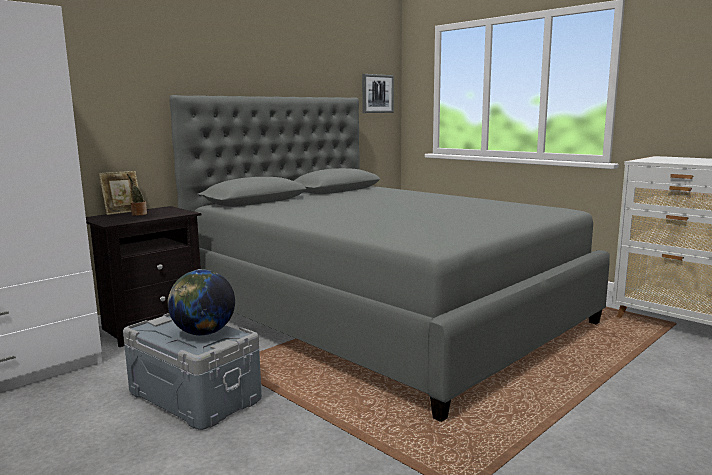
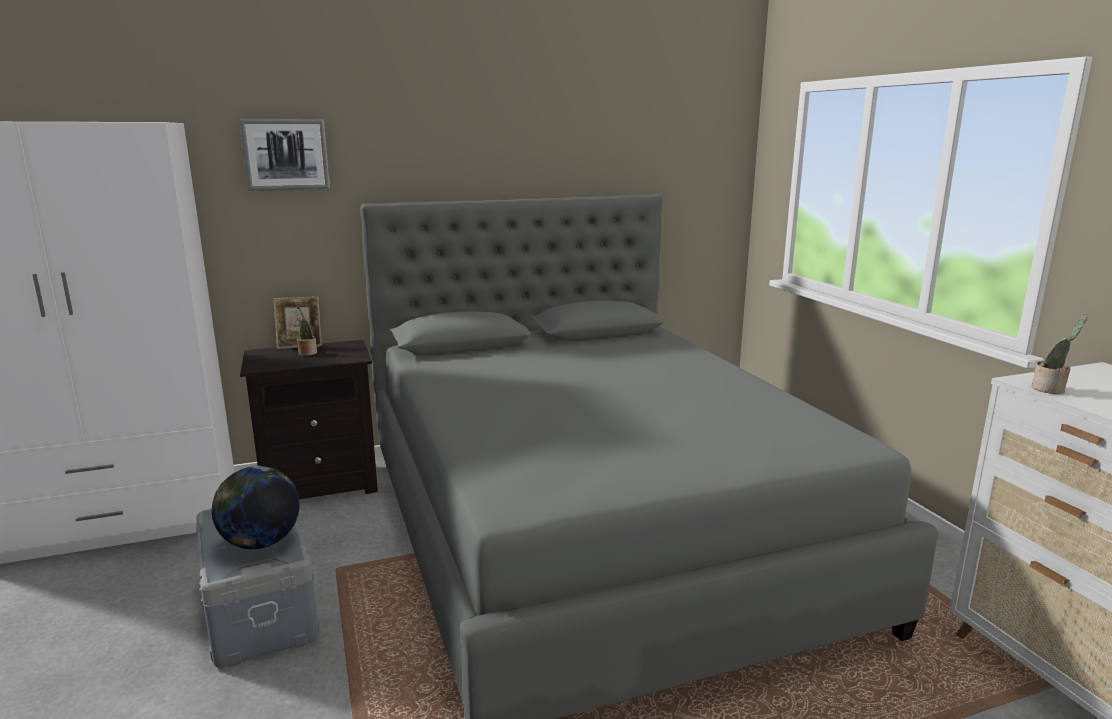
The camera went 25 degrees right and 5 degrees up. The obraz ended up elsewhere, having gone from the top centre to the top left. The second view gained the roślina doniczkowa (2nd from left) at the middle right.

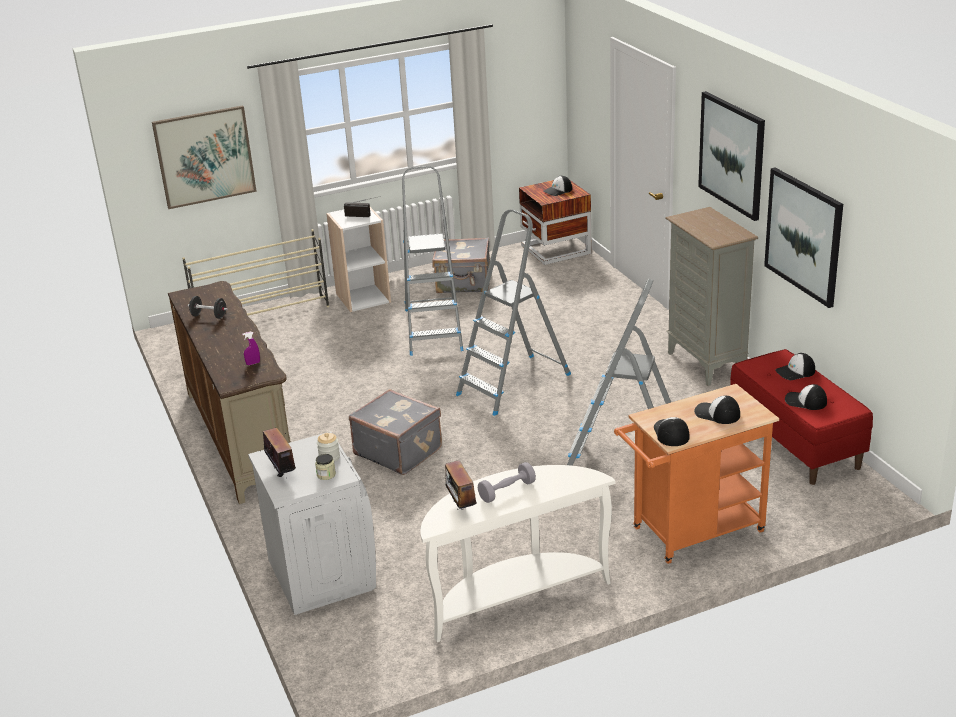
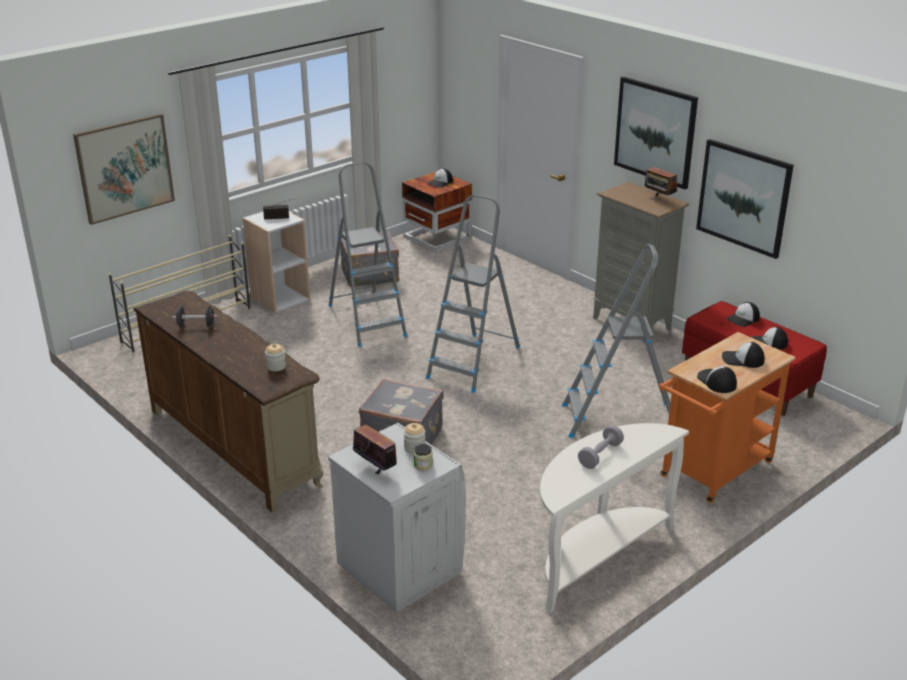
The camera went 20 degrees left and 0 degrees up. Where the spryskiwacz/fioletowy stood at the middle left, the słoik (1st from left) came to stand at the middle left. The radio (3rd from left) ended up elsewhere, having gone from the bottom centre to the top right.

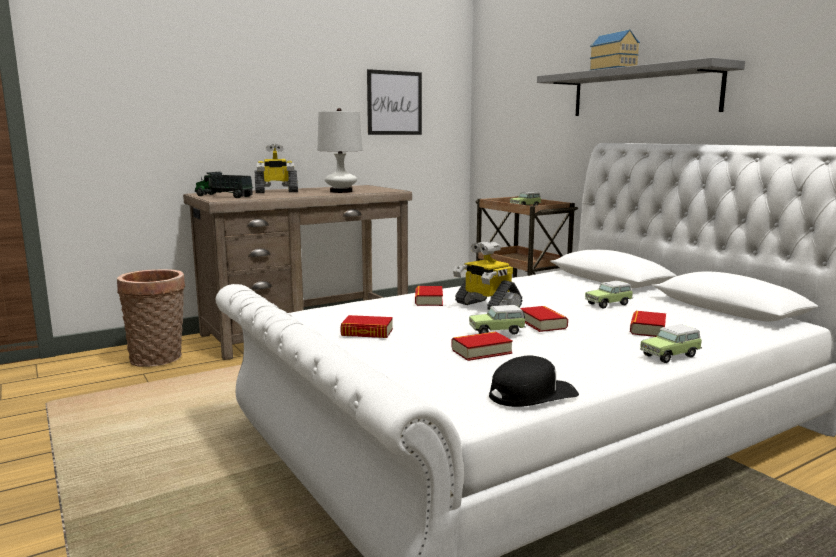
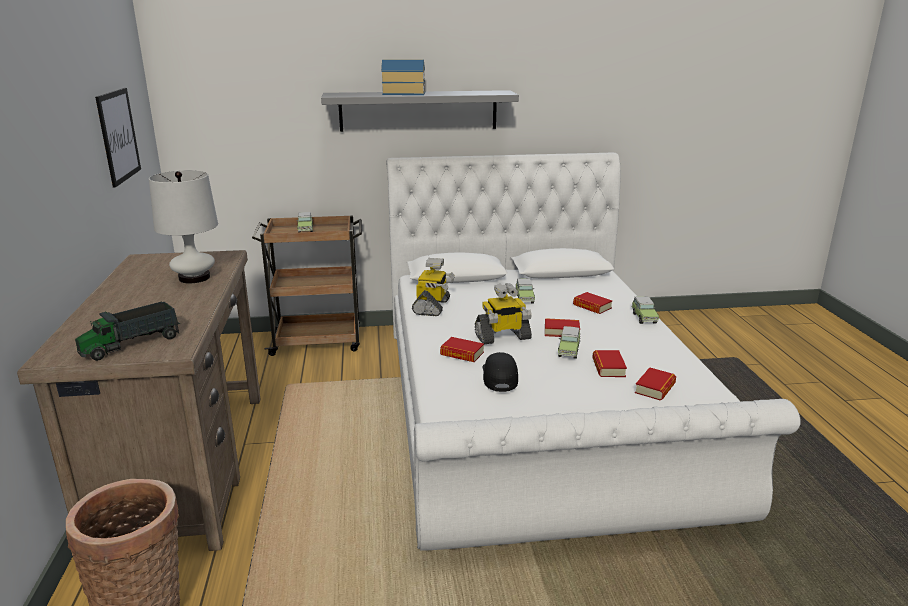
The camera went 65 degrees left and 10 degrees up. The robot zabawkowy (1st from left) ended up elsewhere, having gone from the top left to the centre. The czapka z daszkiem/czarny ended up elsewhere, having gone from the bottom centre to the centre. The książka (1st from left in the first image) ended up elsewhere, having gone from the centre to the middle right.

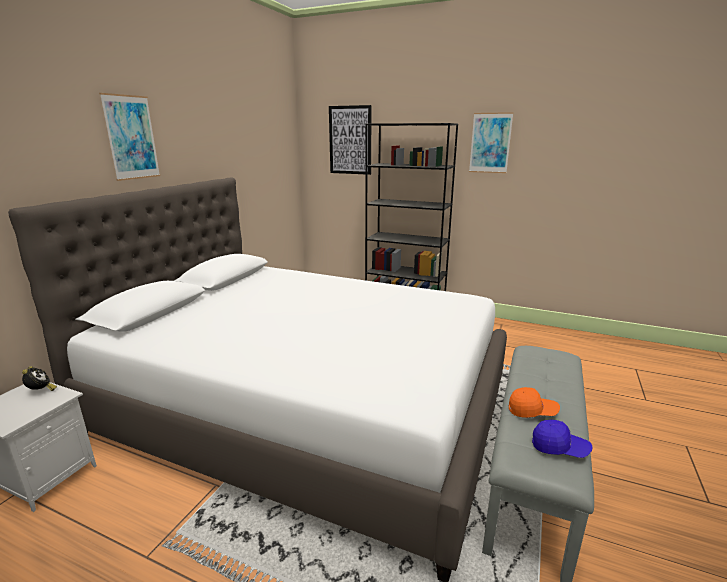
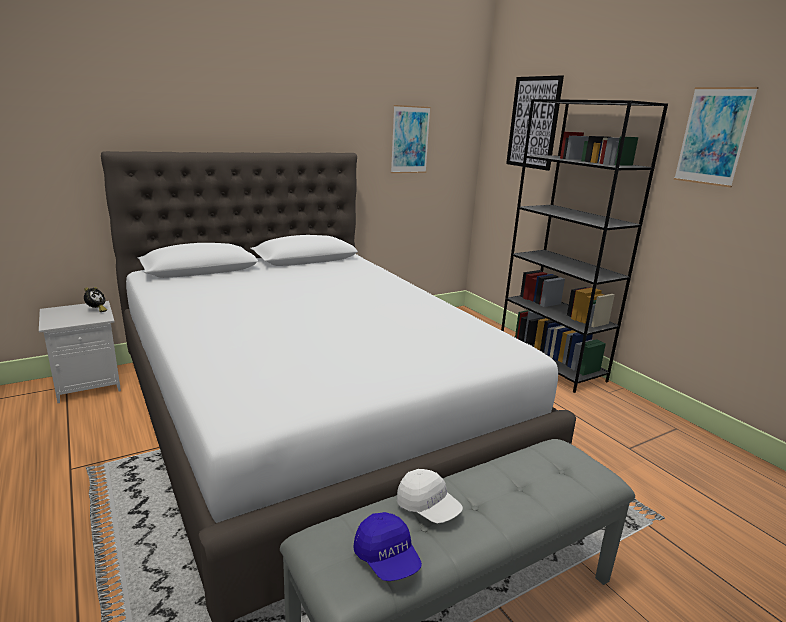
The camera went 35 degrees right and 0 degrees up. The obraz (1st from left) ended up elsewhere, having gone from the top left to the top centre. What was the czapka z daszkiem/pomarańczowy at the bottom right turned into the czapka z daszkiem/biały at the bottom centre.

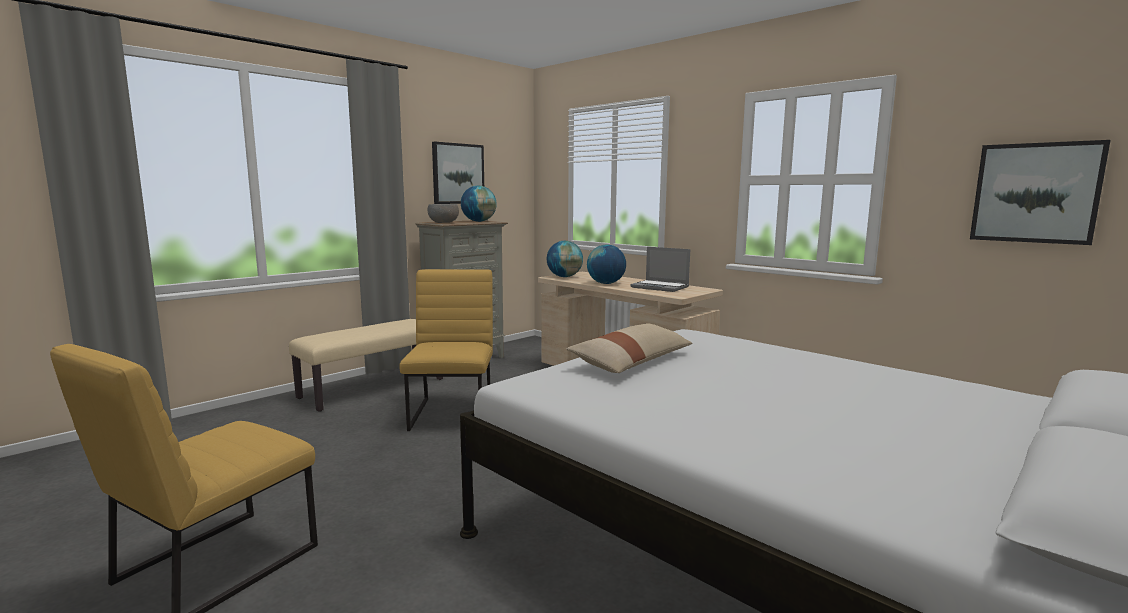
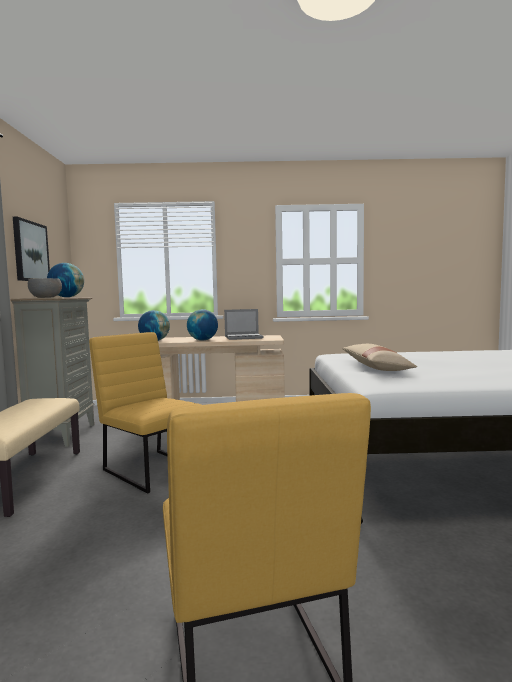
The camera went 45 degrees left and 5 degrees down. The second view lost the obraz (2nd from left) at the top right.

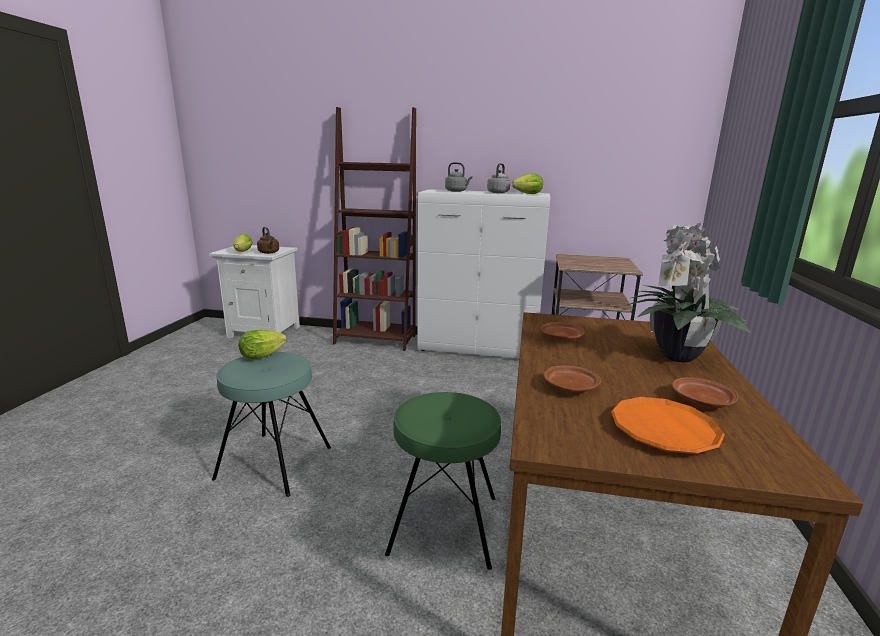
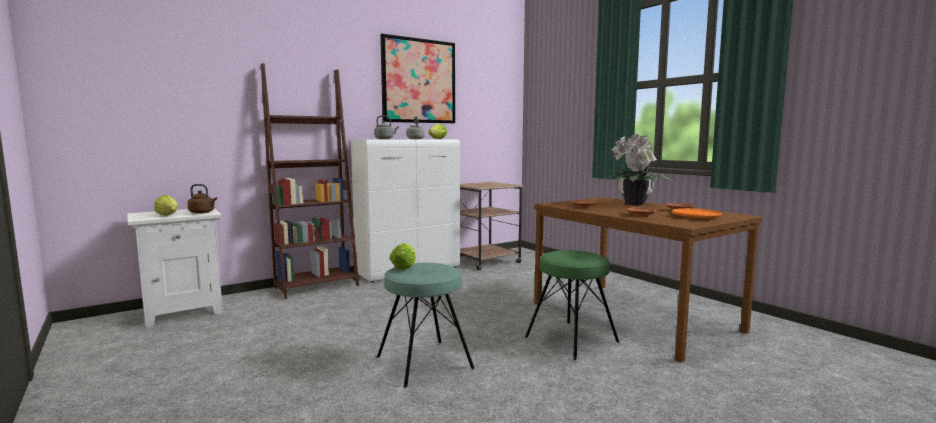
The camera went 45 degrees left and 10 degrees down. The second view gained the obraz at the top centre.

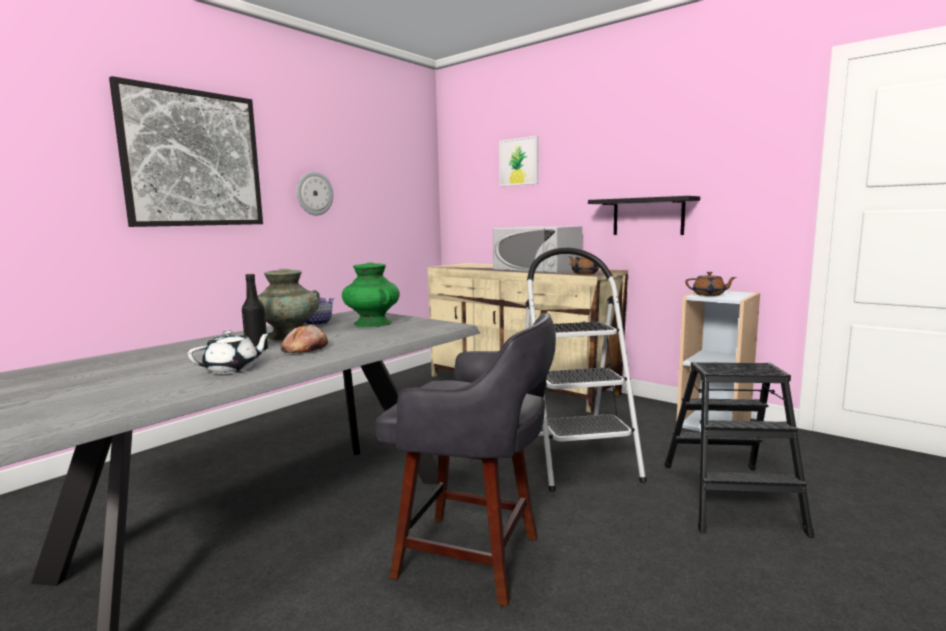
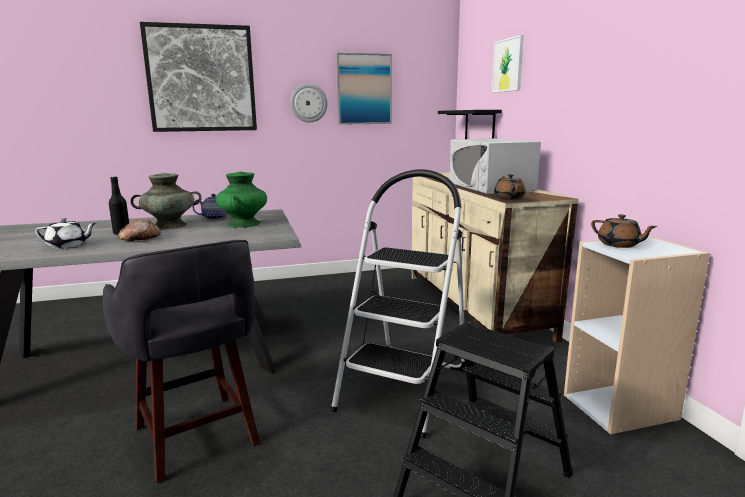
The camera went 35 degrees right and 5 degrees up. The second view gained the obraz (2nd from left) at the top centre. The półka/czarny ended up elsewhere, having gone from the middle right to the top centre.

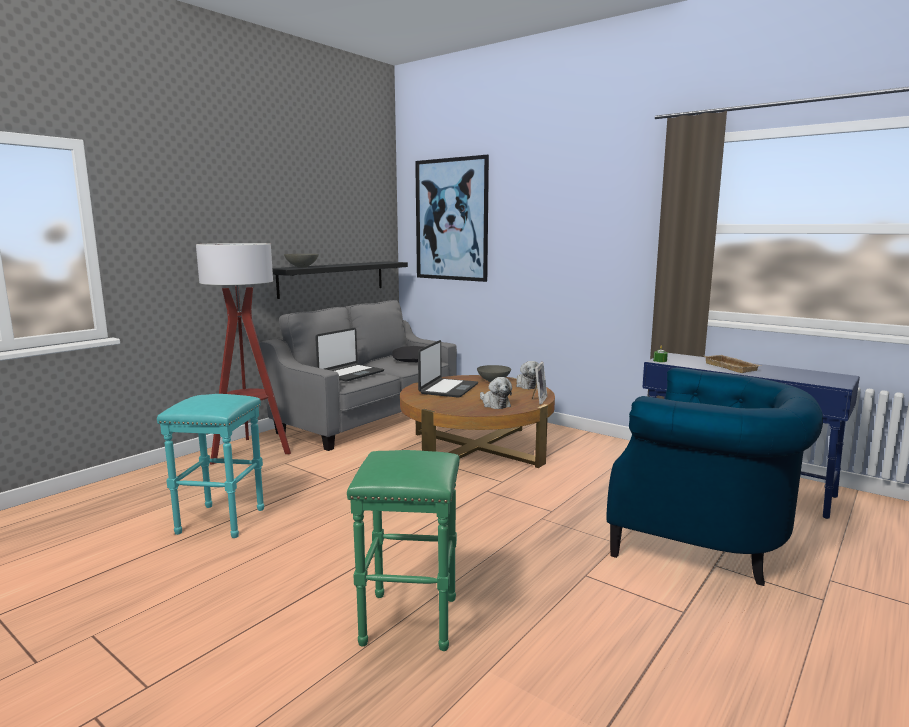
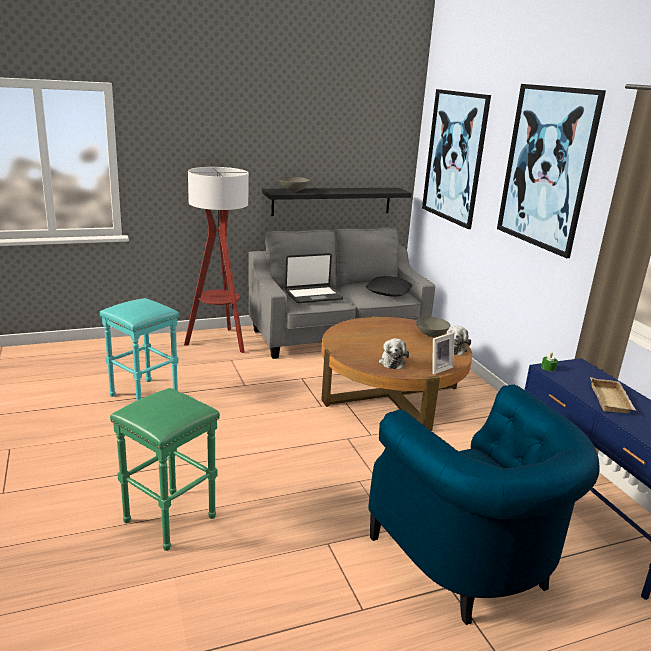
The camera went 30 degrees right and 10 degrees up. The second view gained the obraz (2nd from left) at the top right. The second view lost the laptop (2nd from left) at the centre.

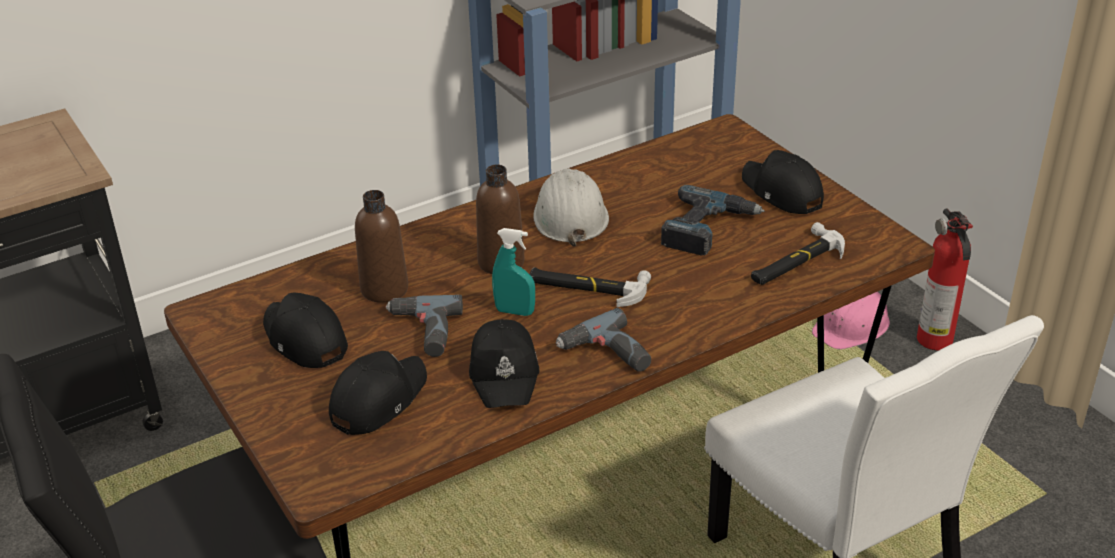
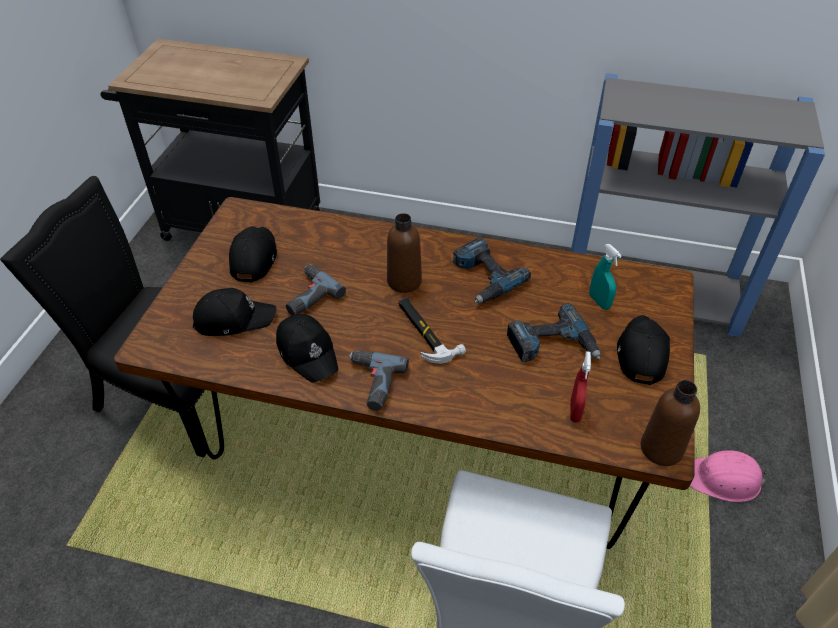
The camera went 45 degrees right and 10 degrees up. The czapka z daszkiem/czarny (3rd from left) at the centre ended up facing another way, 75 degrees counterclockwise from before. Where the kask/biały stood at the centre, the wiertarka (3rd from left) came to stand at the centre. Where the młotek (2nd from left) stood at the middle right, the spryskiwacz/czerwony came to stand at the middle right. The spryskiwacz/turkusowy ended up elsewhere, having gone from the centre to the middle right. The butelka/brązowy (1st from left in the first image) ended up elsewhere, having gone from the centre to the bottom right. The second view lost the gaśnica at the middle right.

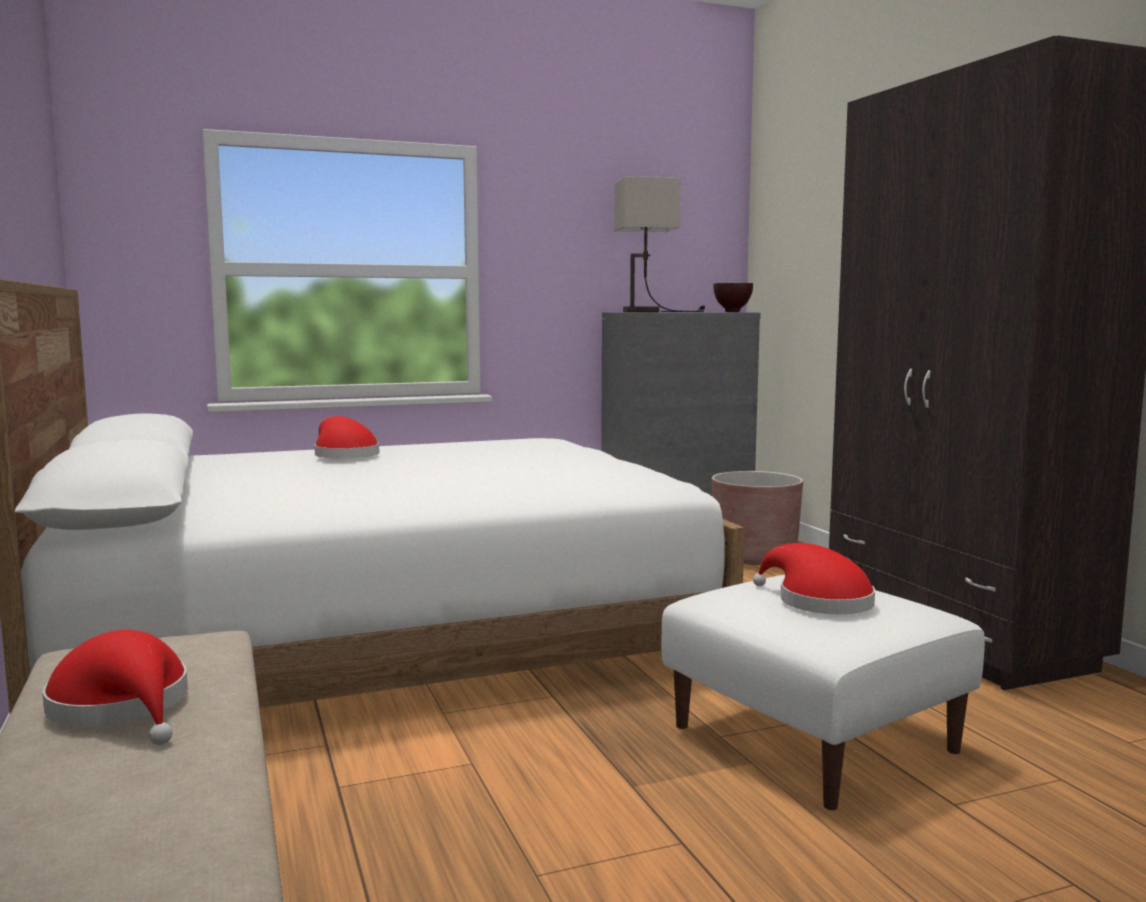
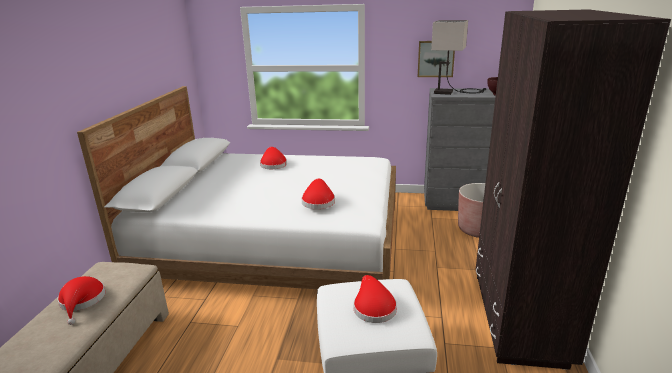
The camera went 30 degrees right and 15 degrees up. The second view gained the kapelusz/czerwony (3rd from left) at the centre. The second view gained the obraz at the top centre.

